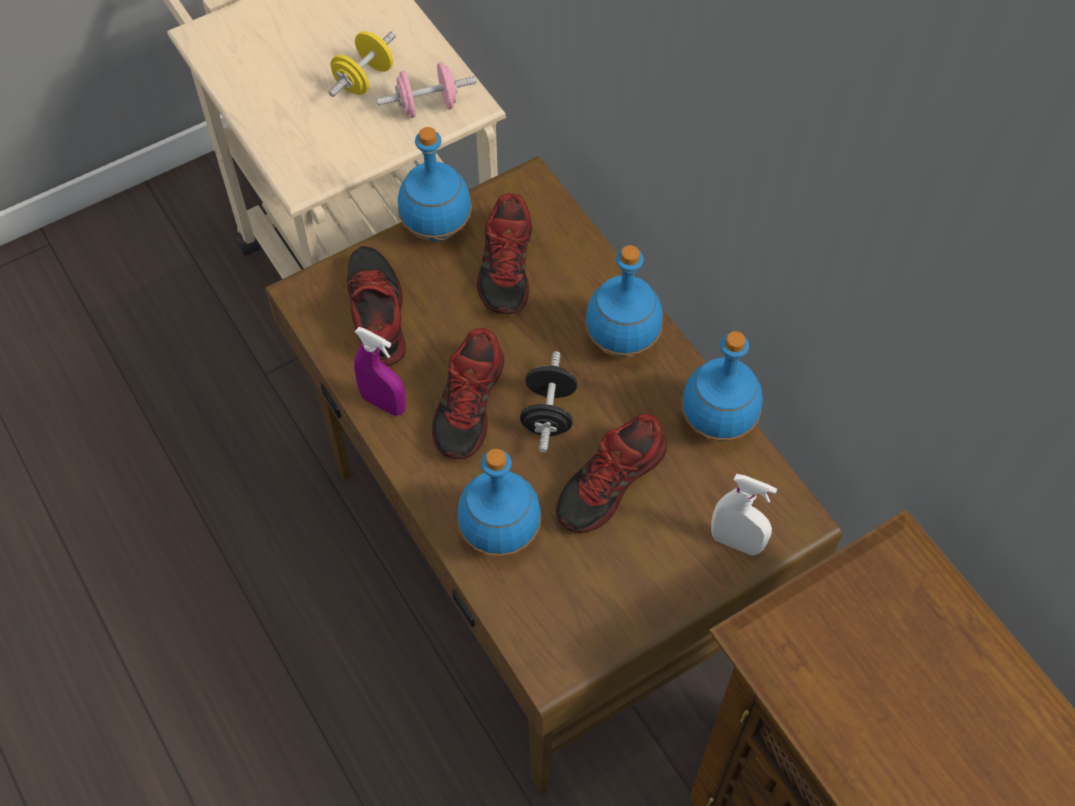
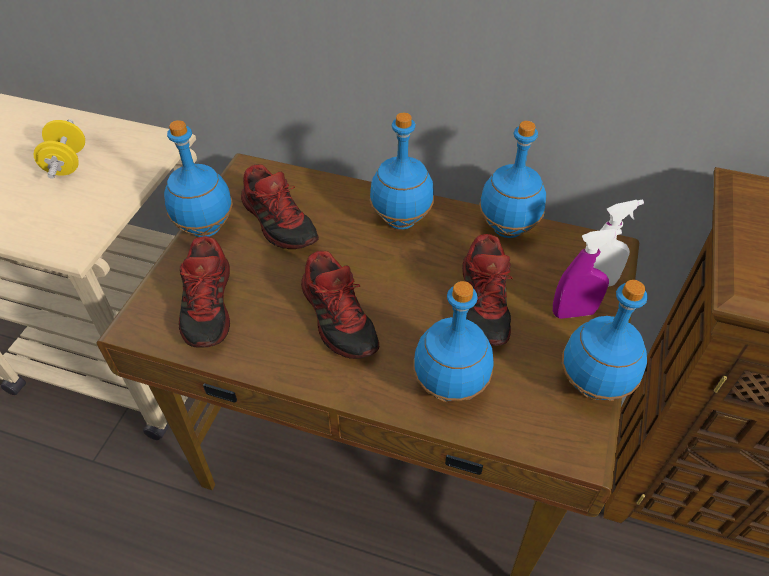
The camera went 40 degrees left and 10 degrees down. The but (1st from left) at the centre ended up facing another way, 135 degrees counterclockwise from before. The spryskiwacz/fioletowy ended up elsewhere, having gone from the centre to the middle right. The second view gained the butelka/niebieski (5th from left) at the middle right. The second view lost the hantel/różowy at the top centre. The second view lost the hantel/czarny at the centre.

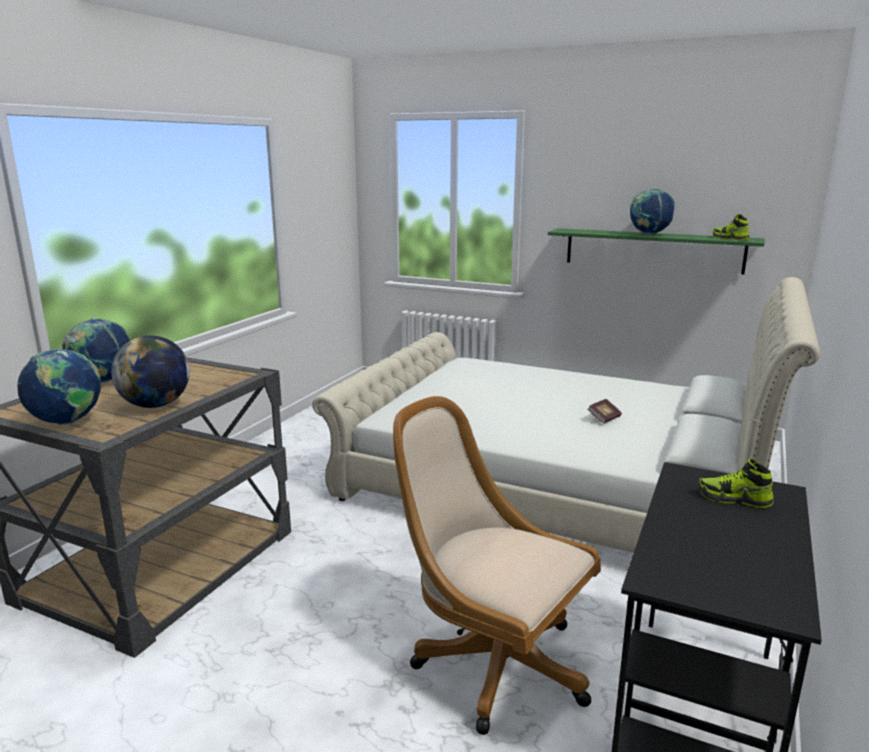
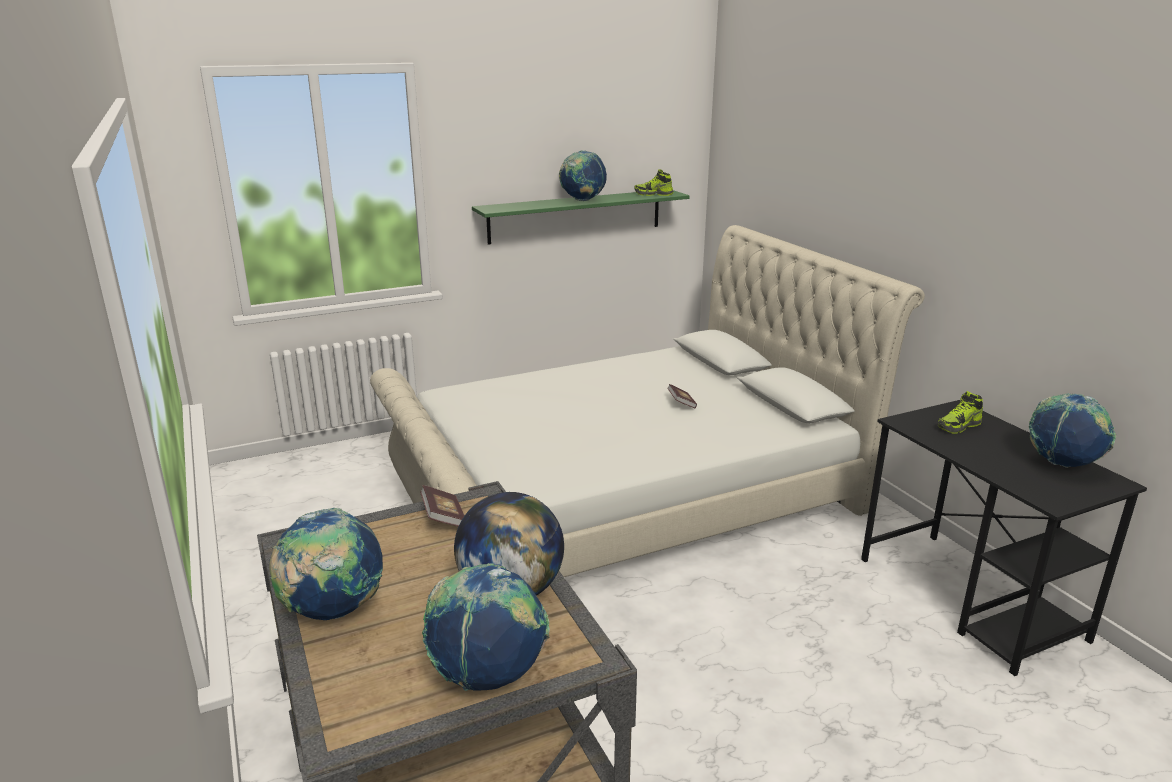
The camera went 50 degrees left and 5 degrees up. The second view gained the książka (1st from left) at the centre. The second view gained the globus (5th from left) at the middle right. The second view lost the krzesło biurowe at the bottom centre.

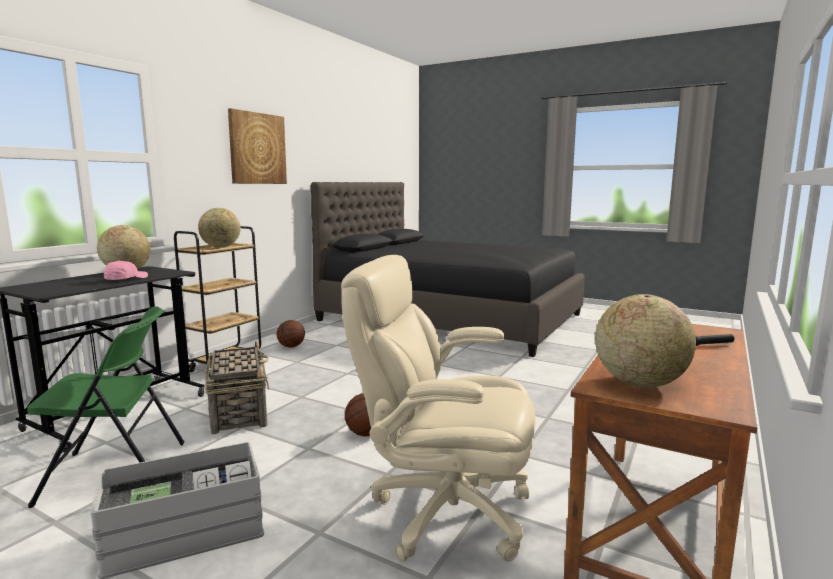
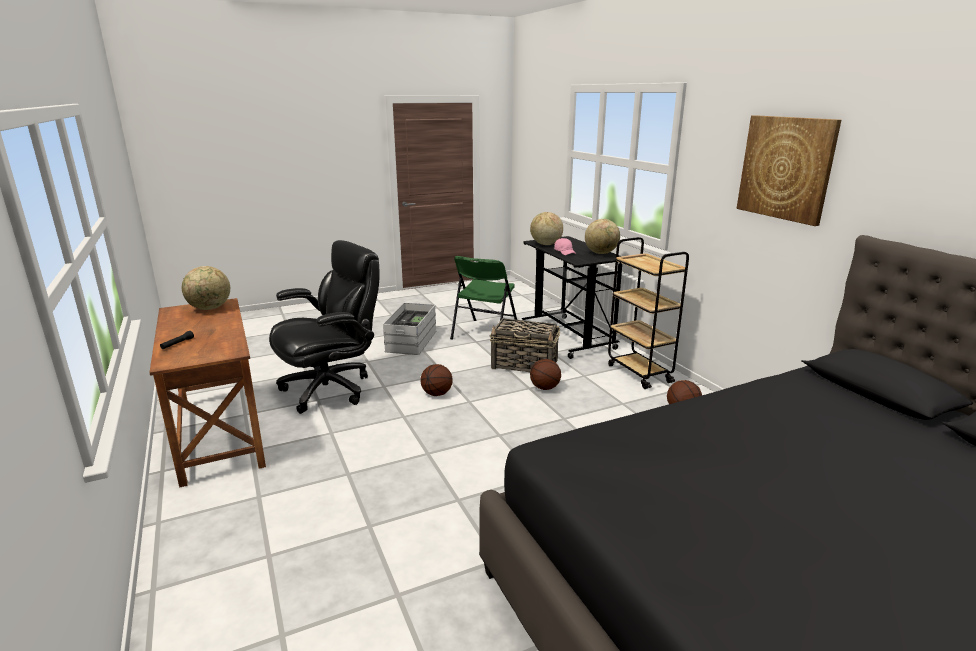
The camera went 125 degrees right and 10 degrees up. What was the krzesło biurowe/beżowy at the bottom centre turned into the krzesło biurowe/czarny at the middle left. The globus (2nd from left) ended up elsewhere, having gone from the middle left to the centre. The second view gained the piłka do koszykówki (2nd from left) at the centre.

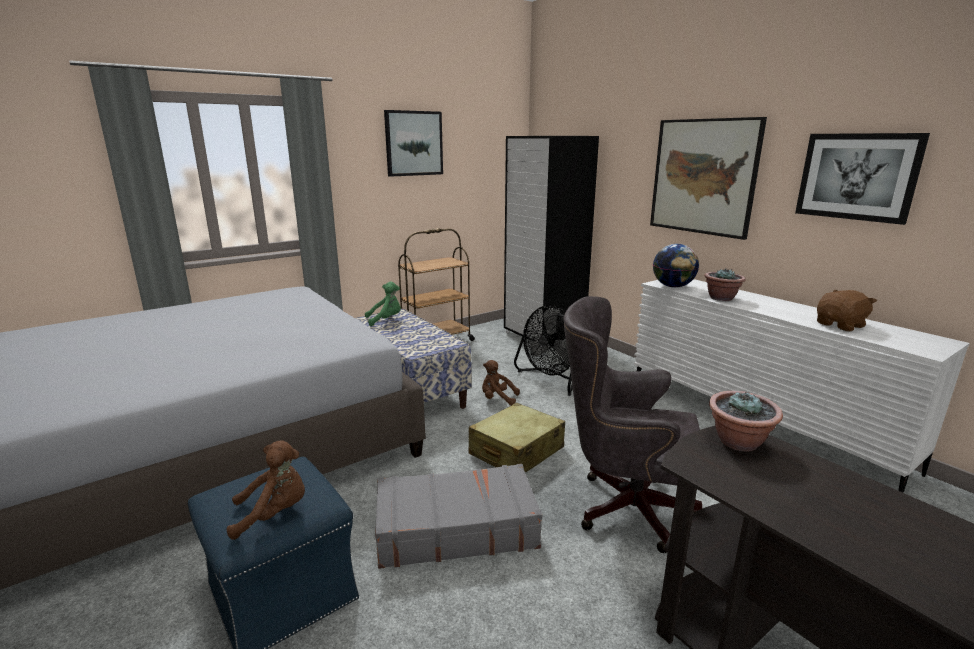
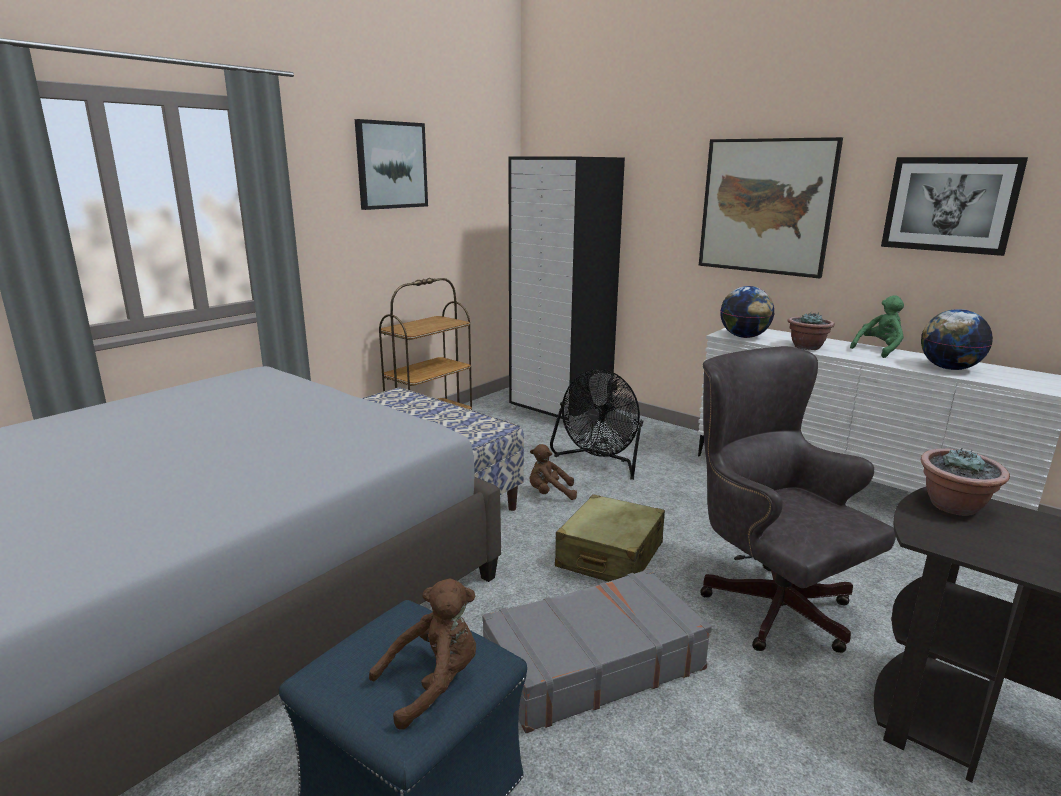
The camera went 15 degrees left and 0 degrees up. The krzesło biurowe/szary at the centre ended up facing another way, 60 degrees clockwise from before. The pluszak/zielony ended up elsewhere, having gone from the centre to the middle right. Where the pluszak/brązowy (3rd from left) stood at the middle right, the globus (2nd from left) came to stand at the middle right.

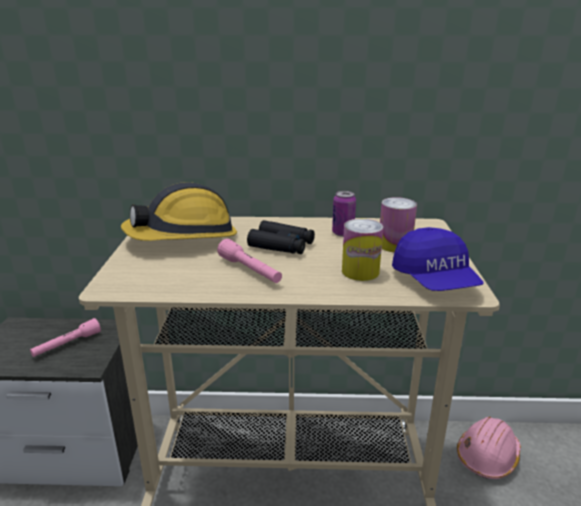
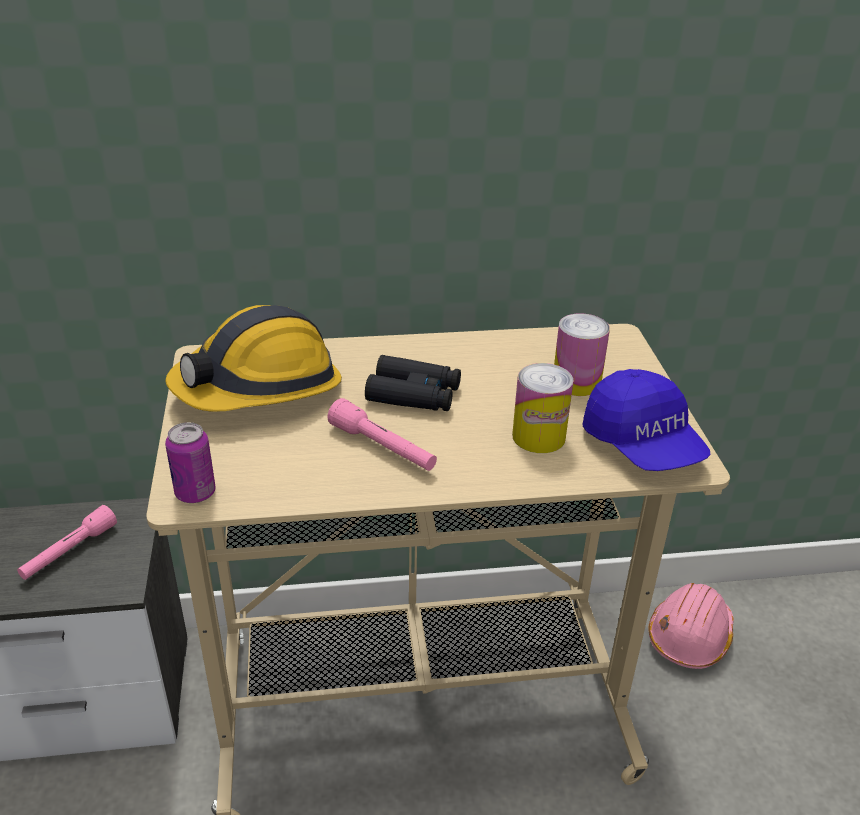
The camera went 10 degrees left and 10 degrees up. The puszka (1st from left) ended up elsewhere, having gone from the centre to the middle left.

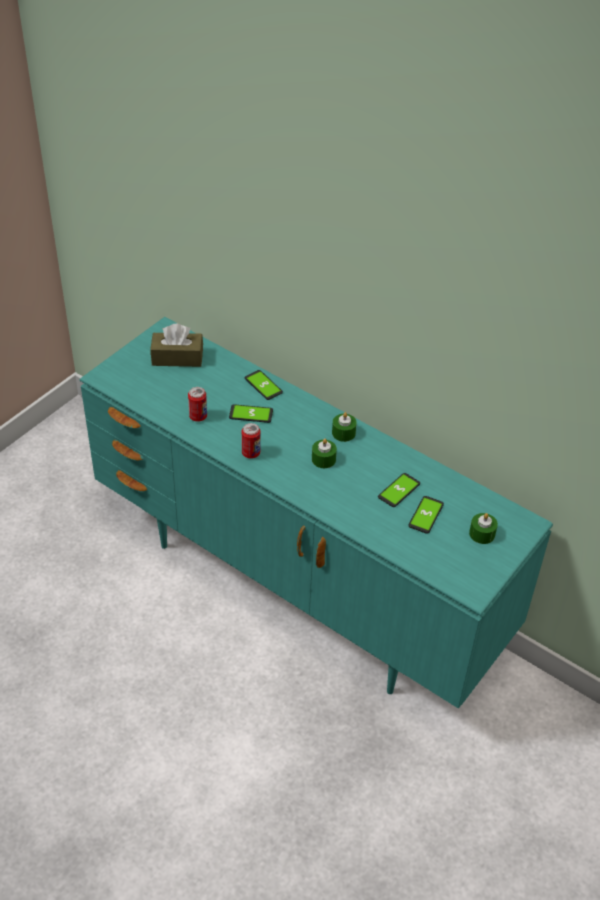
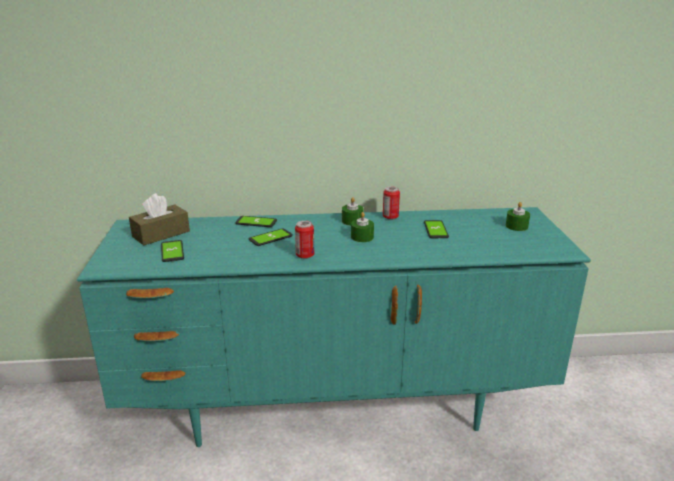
The camera went 40 degrees left and 20 degrees down. The telefon (4th from left in the first image) ended up elsewhere, having gone from the middle right to the middle left. The puszka (1st from left in the first image) ended up elsewhere, having gone from the middle left to the centre.

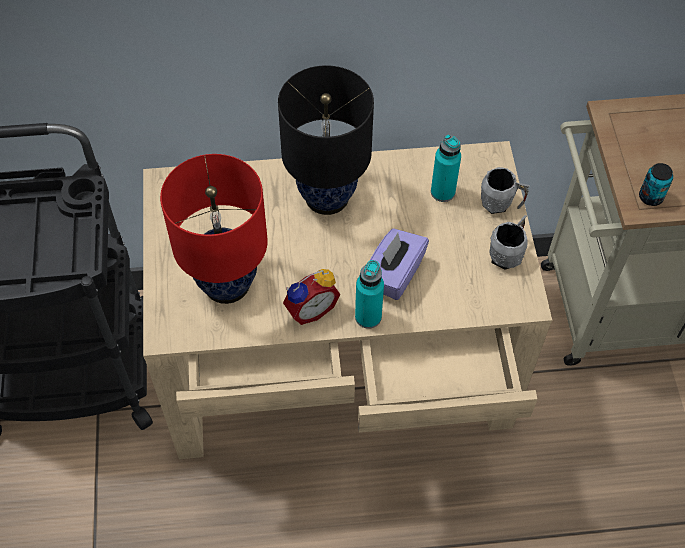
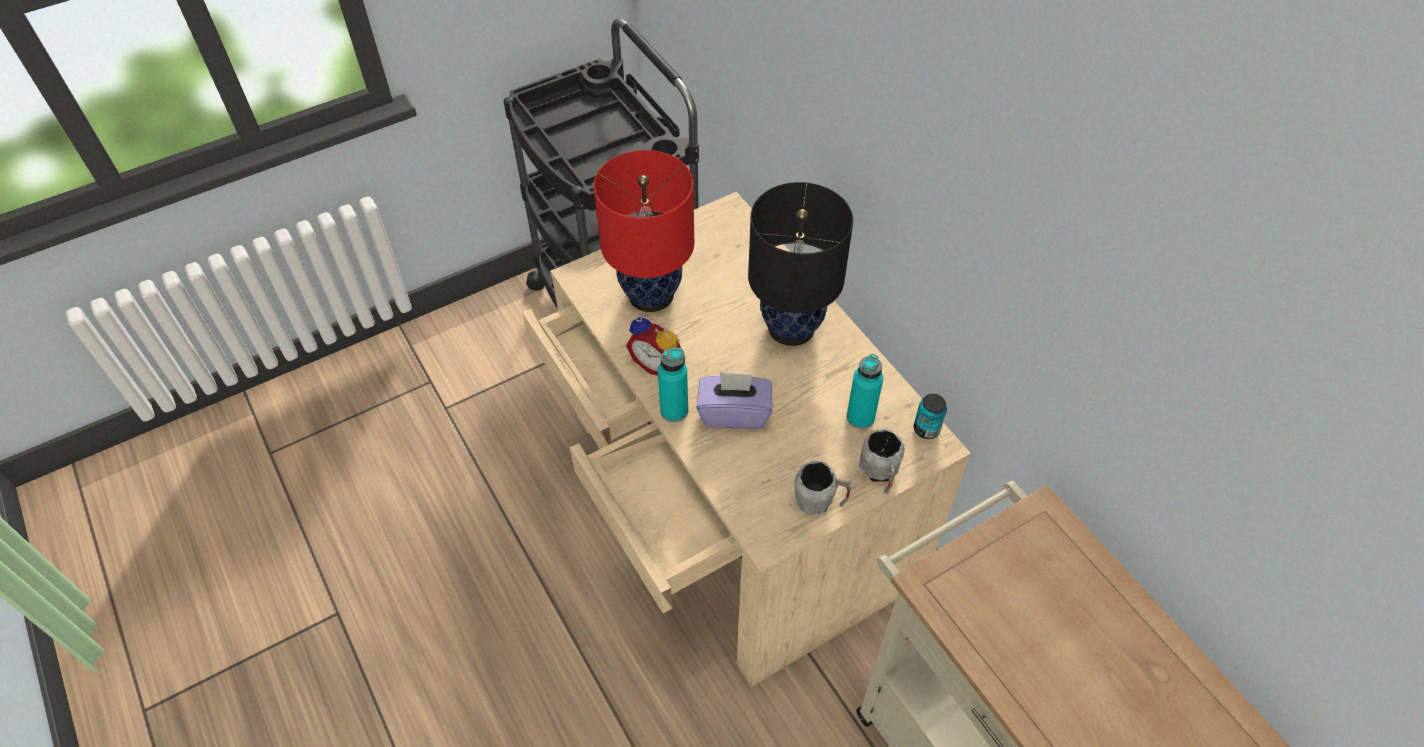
The camera went 65 degrees right and 5 degrees down. The puszka ended up elsewhere, having gone from the middle right to the centre.

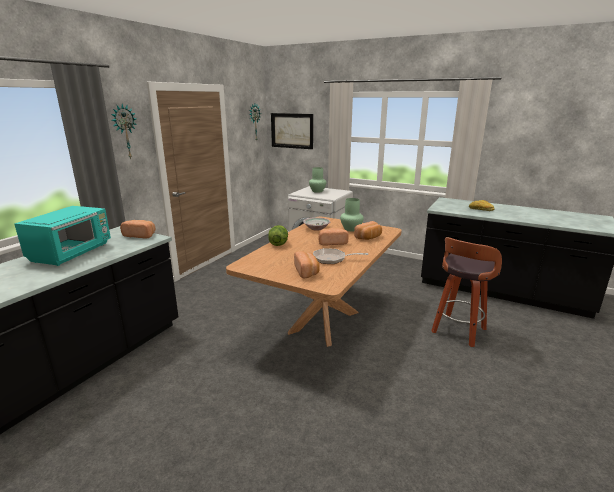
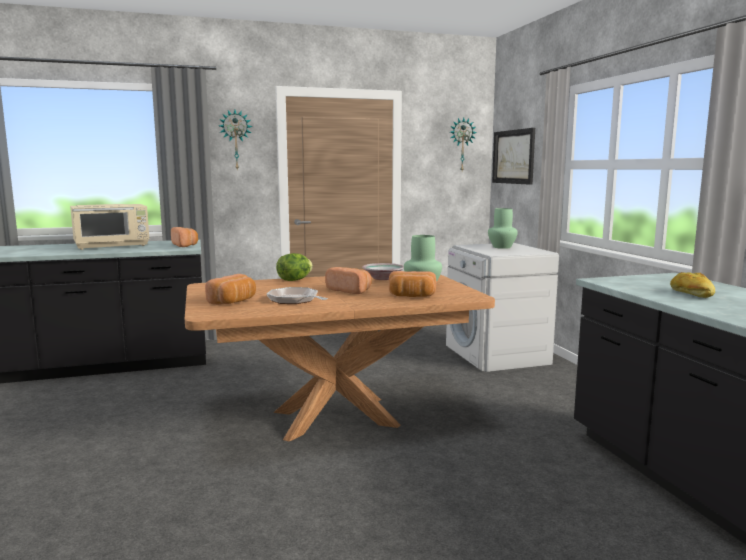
The camera went 45 degrees right and 10 degrees down. What was the mikrofalówka/turkusowy at the middle left turned into the mikrofalówka/beżowy at the middle left. The second view lost the stołek at the middle right.

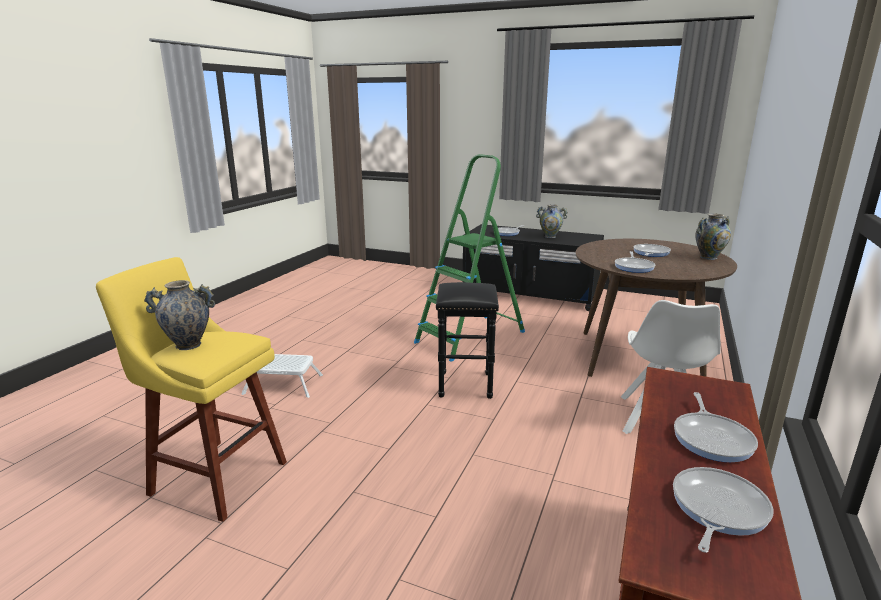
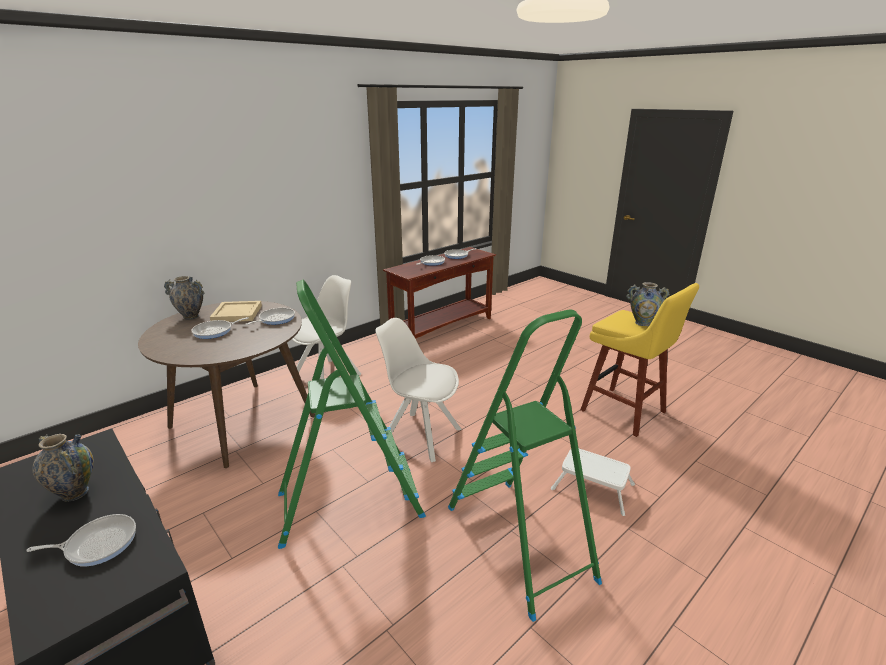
The camera went 155 degrees left and 5 degrees up. The second view gained the taca/beżowy at the middle left. Where the stołek/czarny stood at the centre, the krzesło/biały (2nd from left) came to stand at the centre. The second view gained the drabinka/zielony (2nd from left) at the bottom centre.

